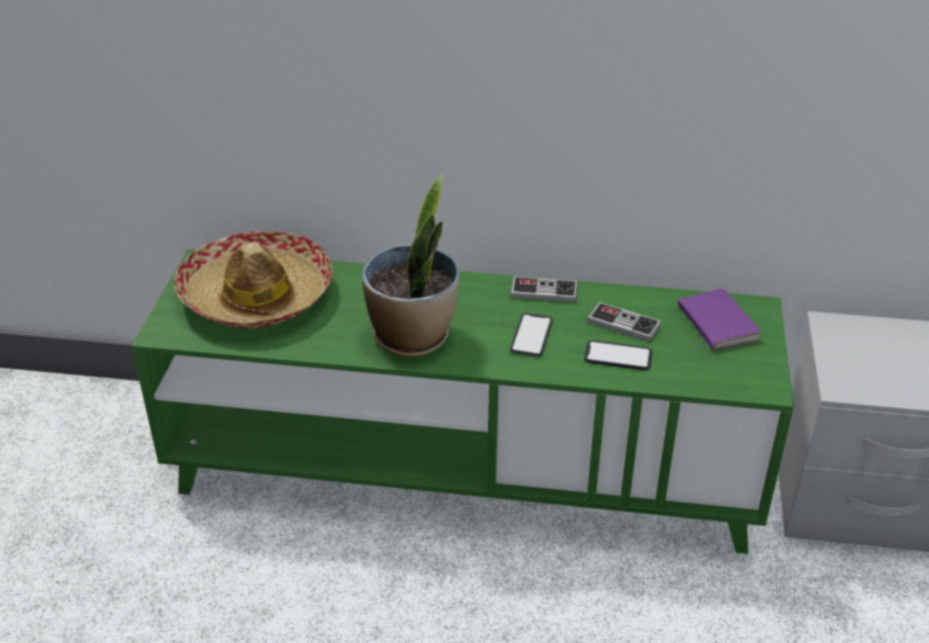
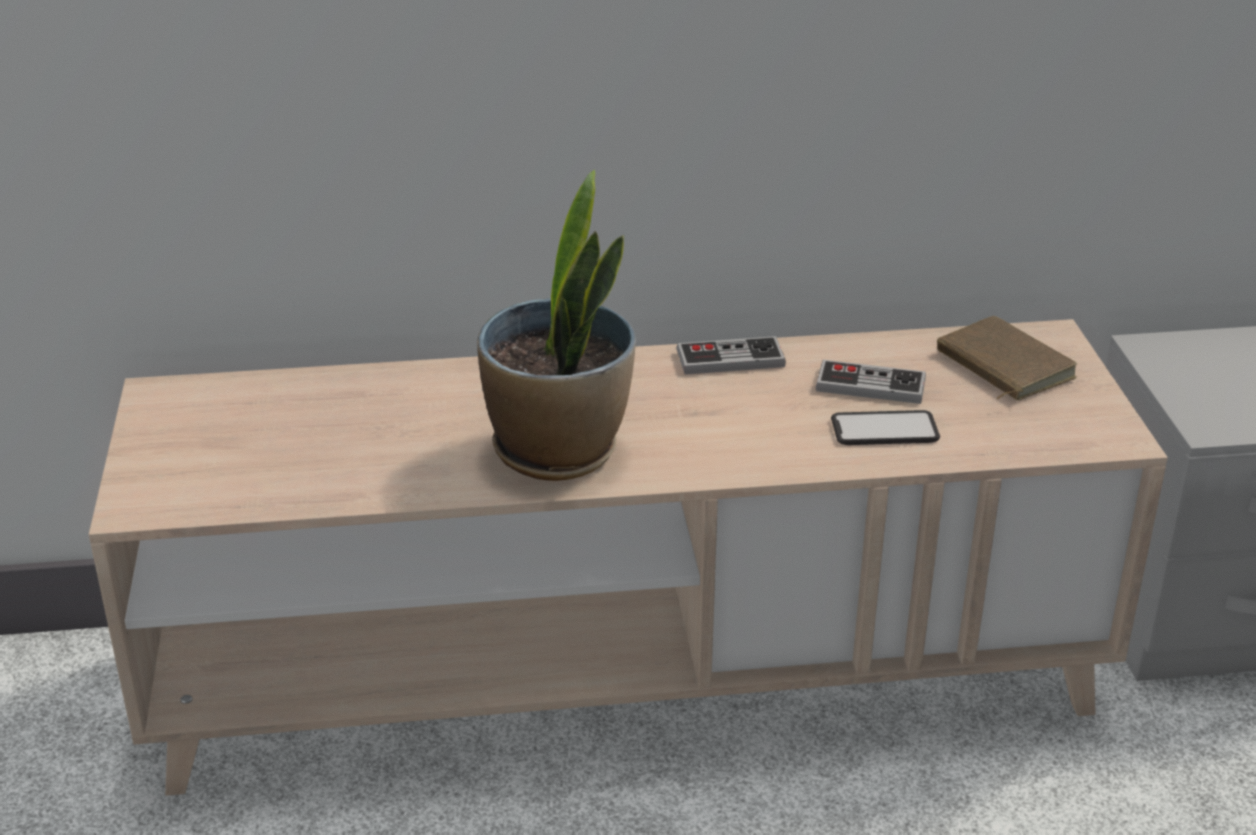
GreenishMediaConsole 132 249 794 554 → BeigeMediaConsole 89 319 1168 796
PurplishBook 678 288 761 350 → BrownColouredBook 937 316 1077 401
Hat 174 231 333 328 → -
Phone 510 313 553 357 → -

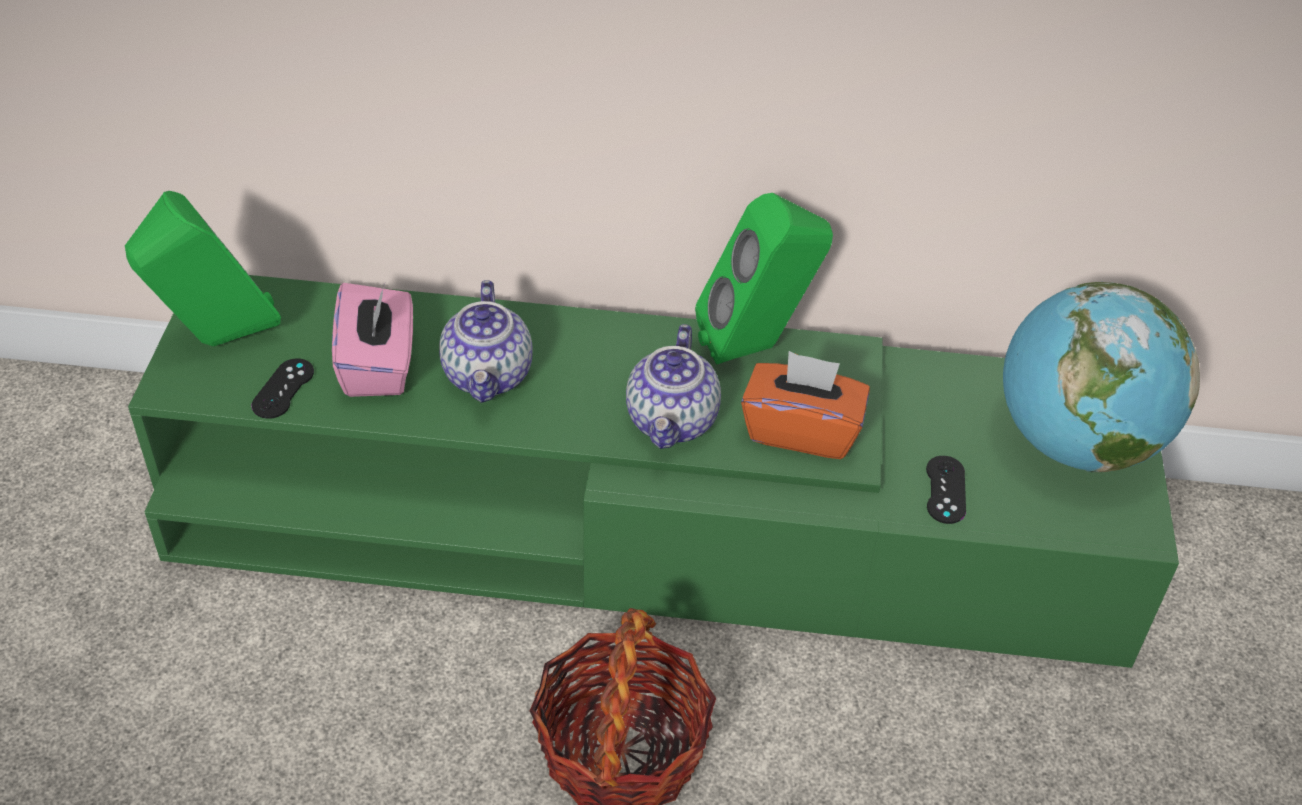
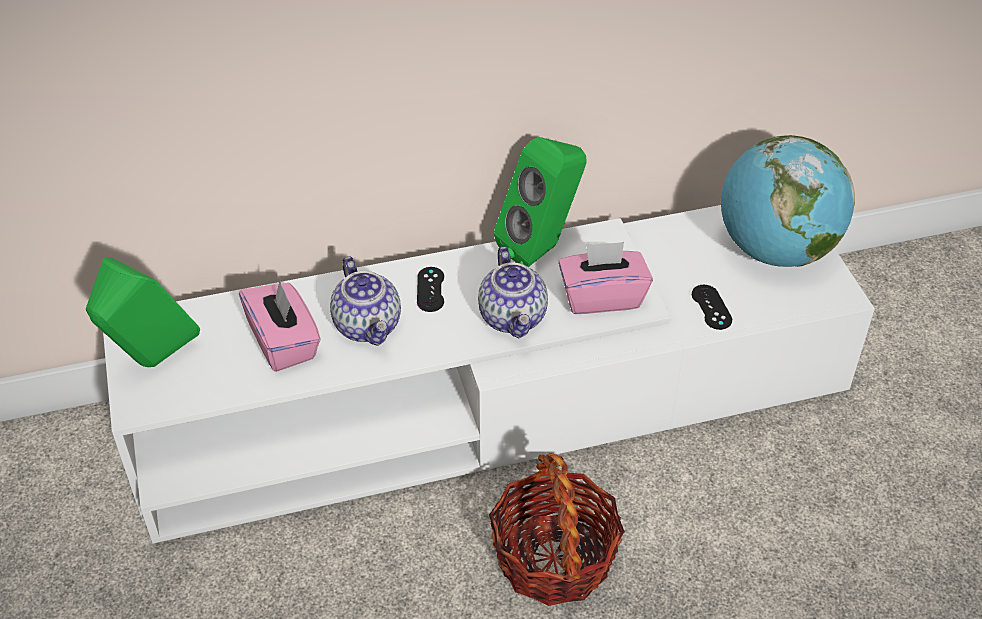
GreenishMediaConsole 128 275 1179 668 → WhiteMediaConsole 103 205 875 543
BlackishGamepad 251 359 314 419 → BlackishGamepad 417 267 444 312, relocated
OrangeTissueBox 741 351 870 459 → PinkTissueBox 558 242 653 314

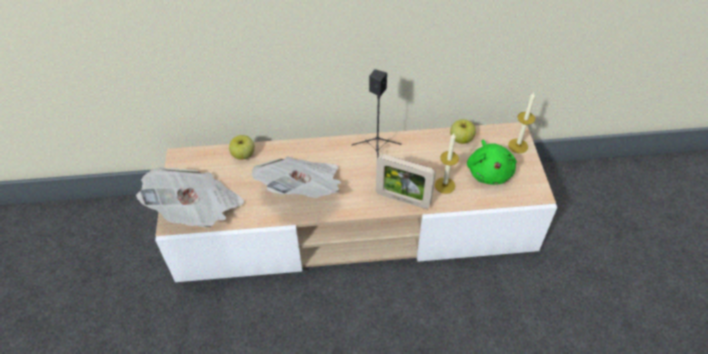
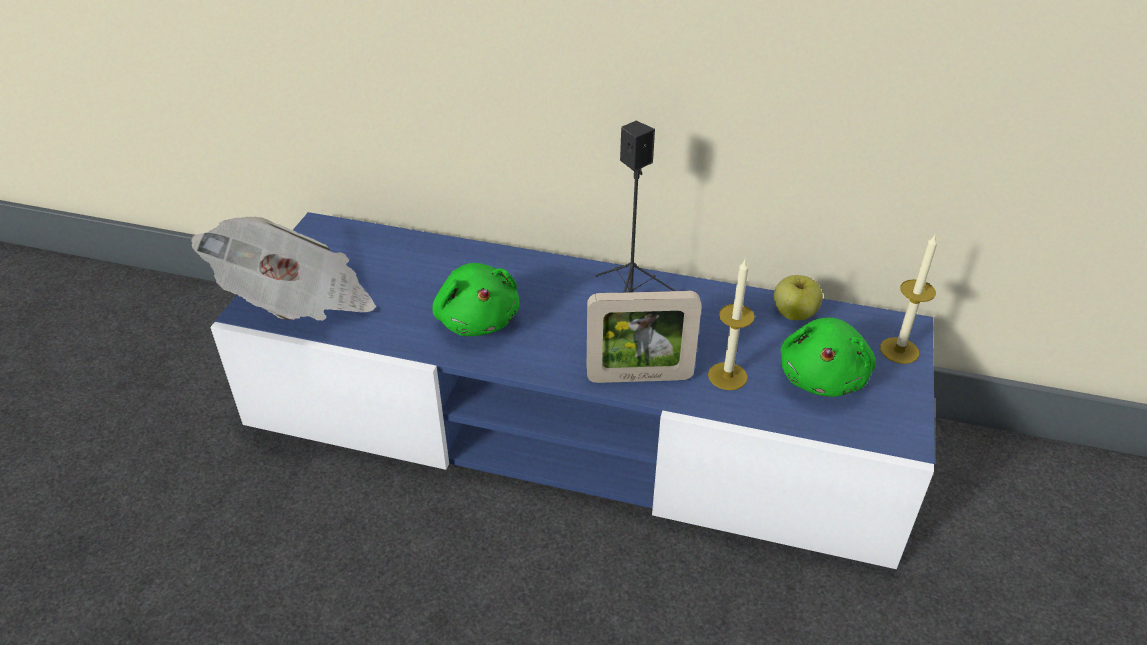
BeigeMediaConsole 155 122 557 282 → BluishMediaConsole 210 212 935 569
DailyPaper 252 156 341 198 → GreenishCuddlyToy 432 263 519 336
PhotoFrame 376 154 436 209 → PhotoFrame 587 291 702 383, 45 degrees counterclockwise
WholeApple 229 135 255 160 → -

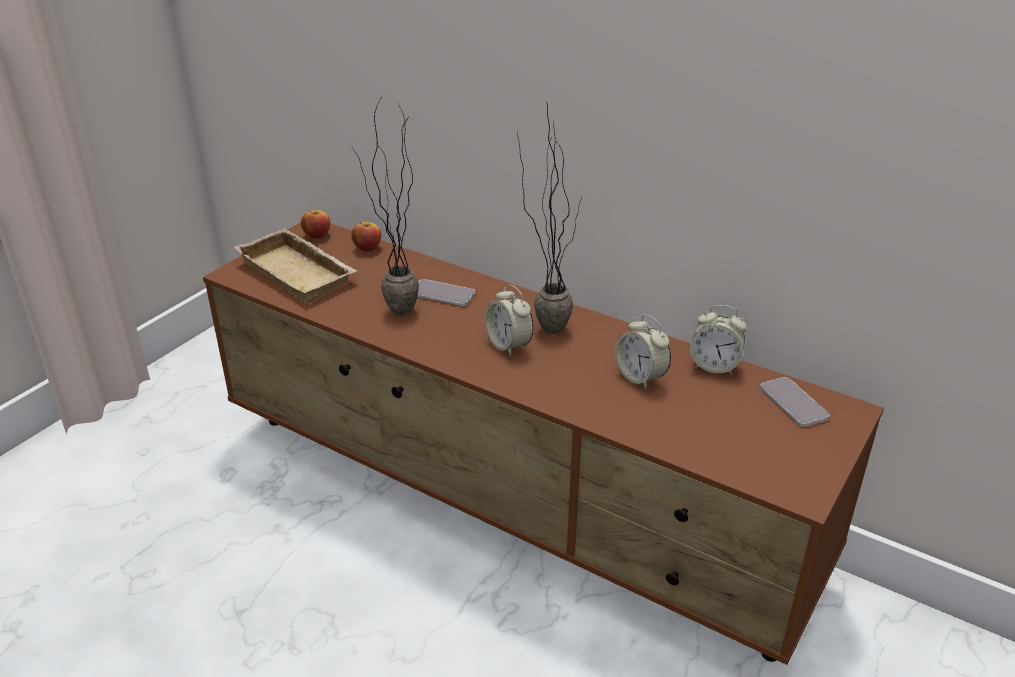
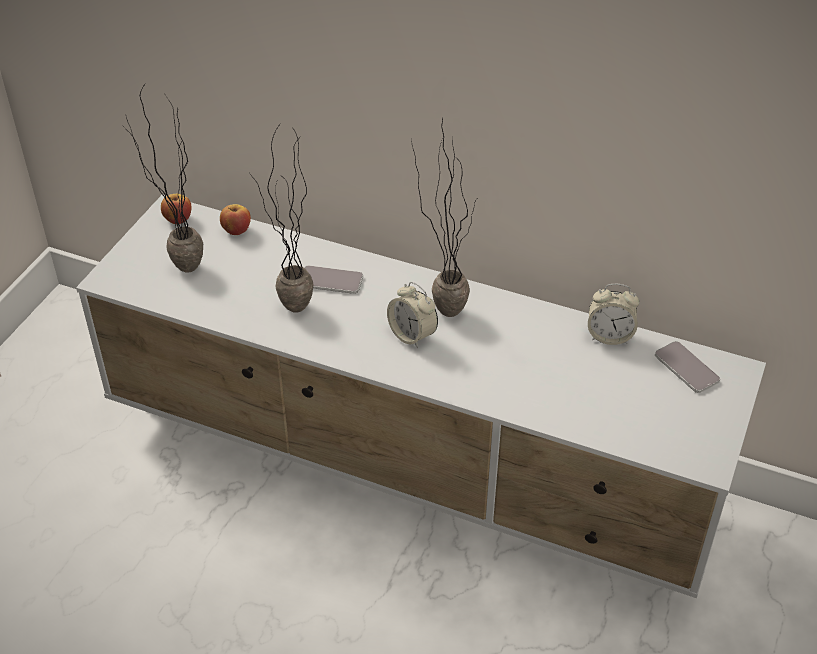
BrownColouredMediaConsole 203 222 884 665 → WhiteMediaConsole 76 195 766 598
BeigeTray 234 228 357 303 → PottedPlant 122 84 203 273
AlarmClock 615 314 671 389 → -

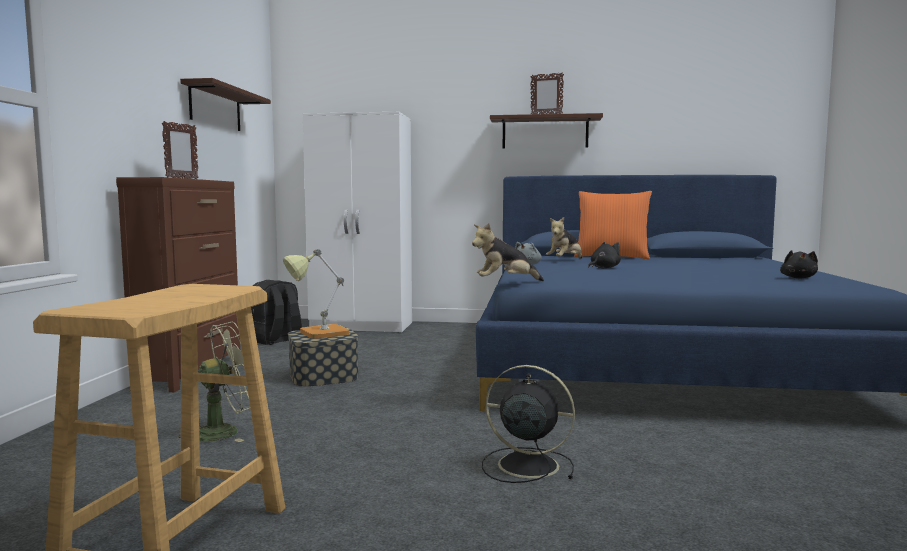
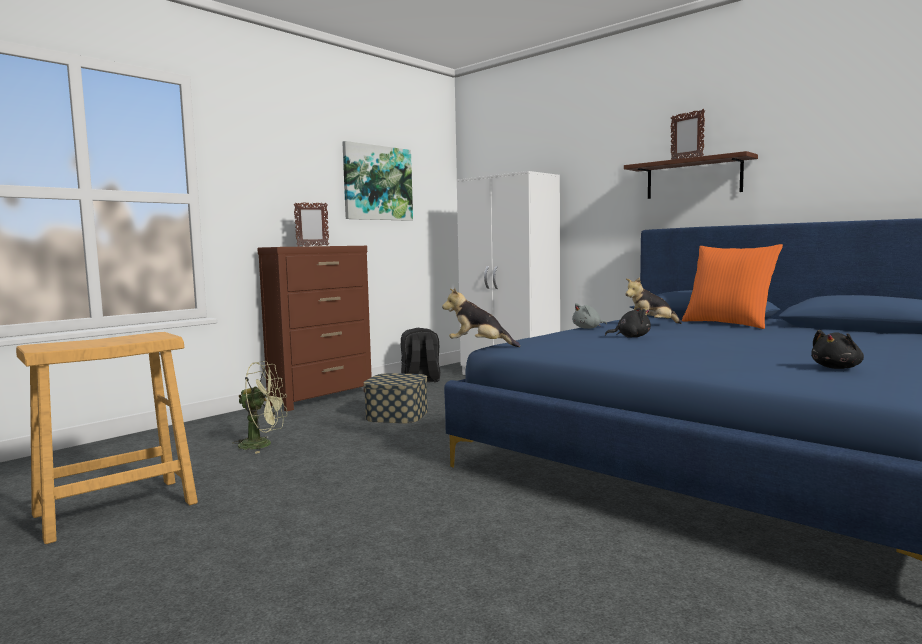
WallShelf 180 78 271 131 → WallArt 342 141 413 221
TableLamp 283 249 349 339 → -
BlackishCoolingFan 482 365 575 483 → -

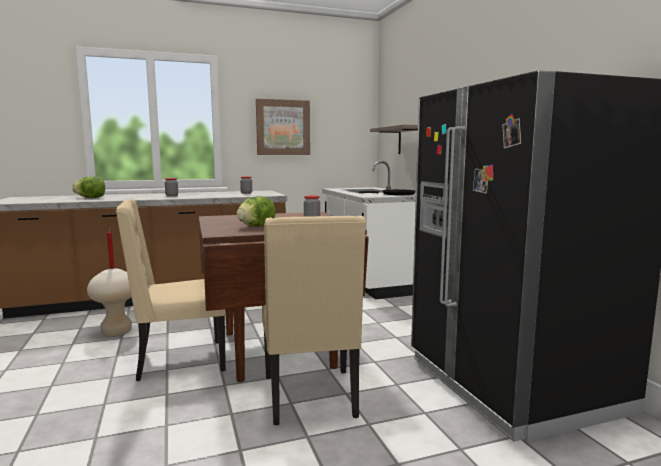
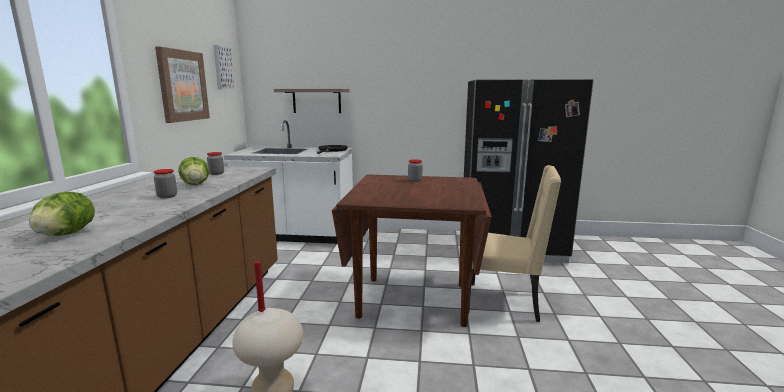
LettuceHead 237 196 276 227 → LettuceHead 178 157 209 185, relocated
- → WallArt 213 45 235 89
BeigeUprightChair 116 199 226 381 → -

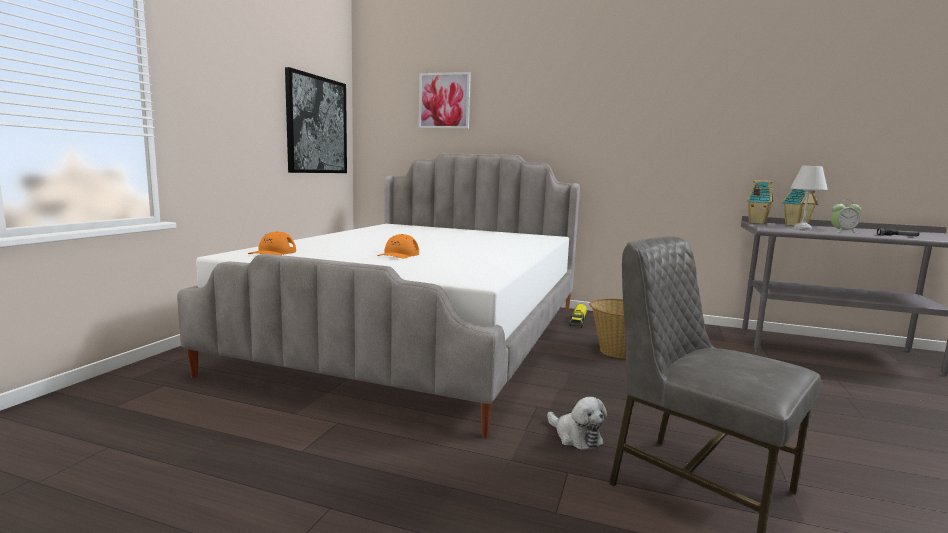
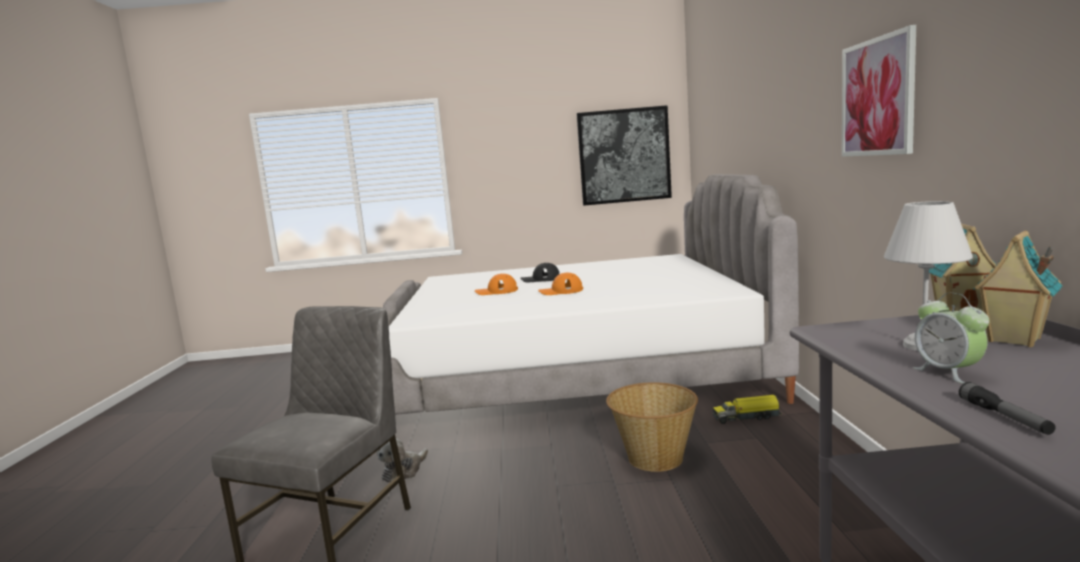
- → BlackishBaseballCap 520 263 559 282
OrangeBaseballCap 248 231 296 255 → OrangeBaseballCap 538 273 583 295, relocated
WallArt 419 72 471 129 → WallArt 842 25 916 157, relocated

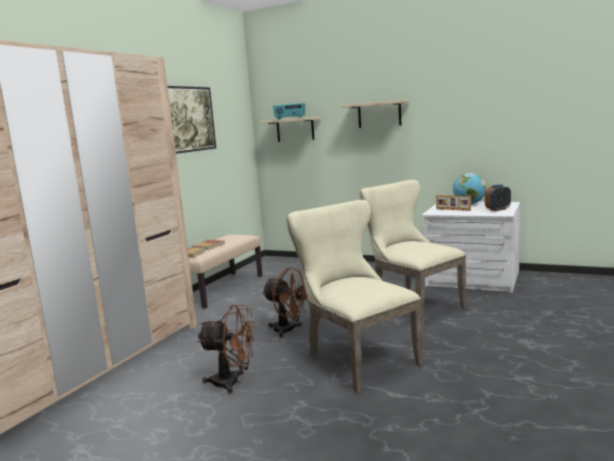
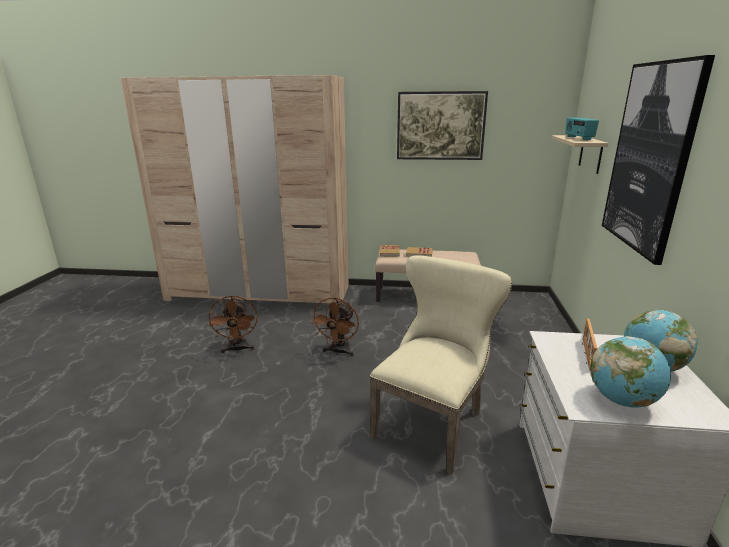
AlarmClock 485 184 511 211 → WorldGlobe 590 336 671 407
BeigeWallShelf 341 100 410 128 → WallArt 602 55 715 265
BeigeUprightChair 287 200 423 393 → -

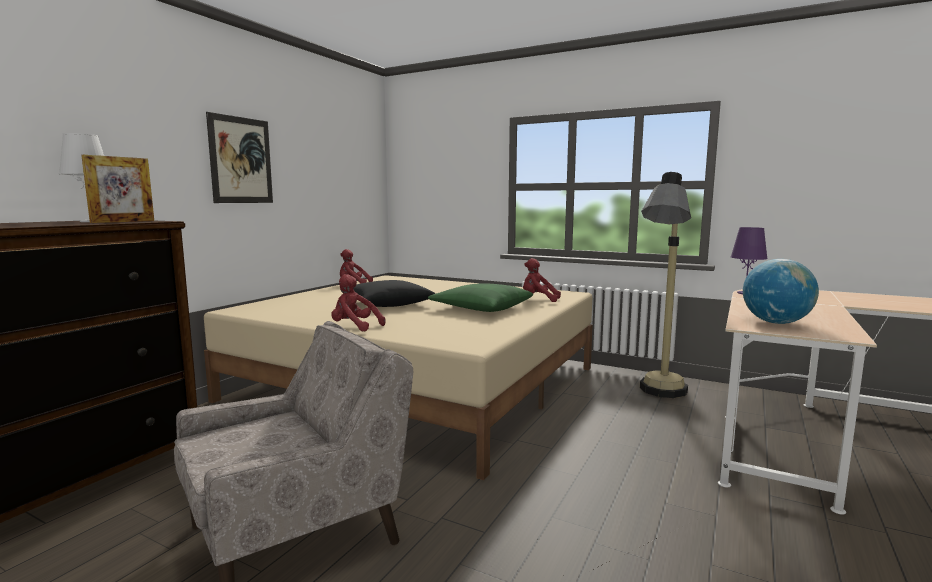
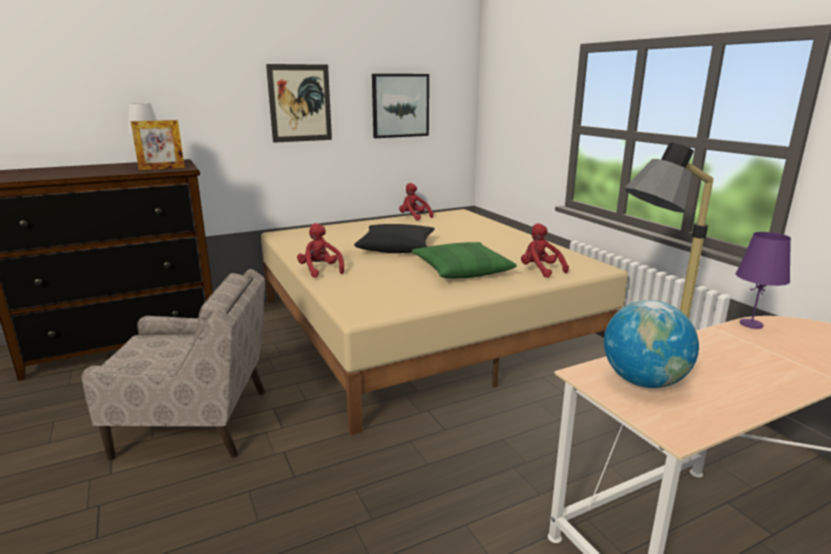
- → WallArt 372 74 429 138

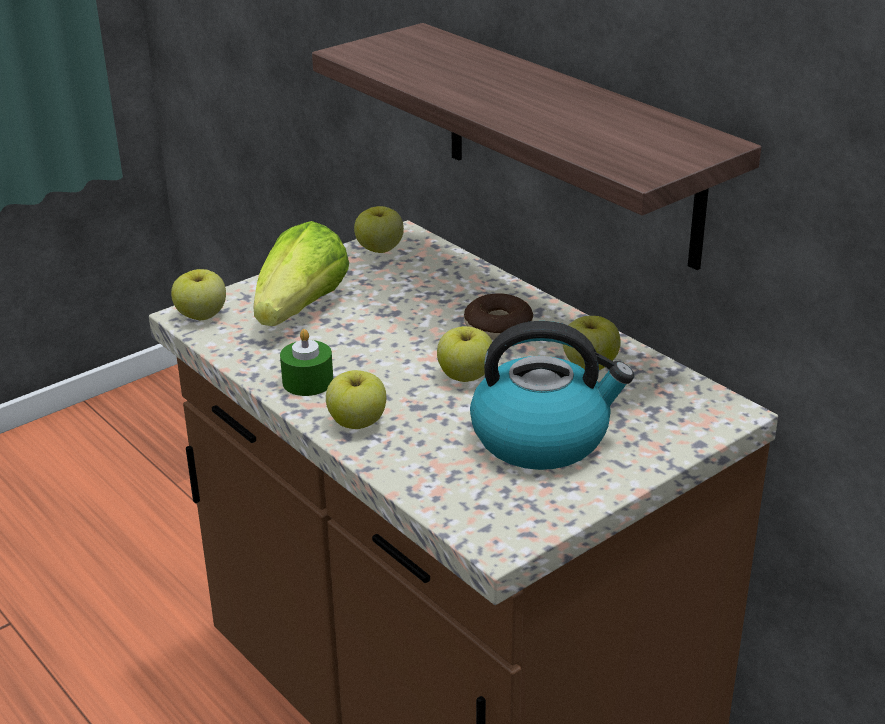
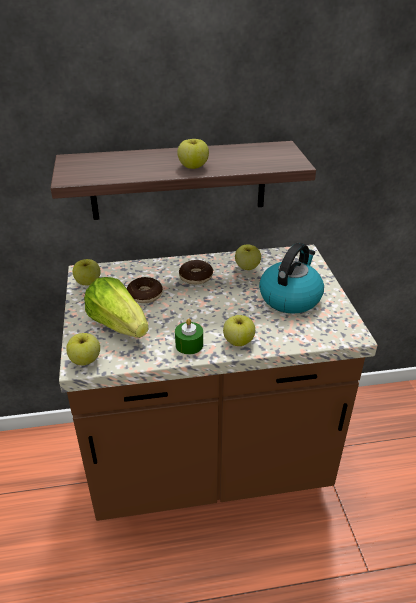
- → Doughnut 127 277 163 303
WholeApple 437 326 492 382 → WholeApple 177 139 209 169, relocated

